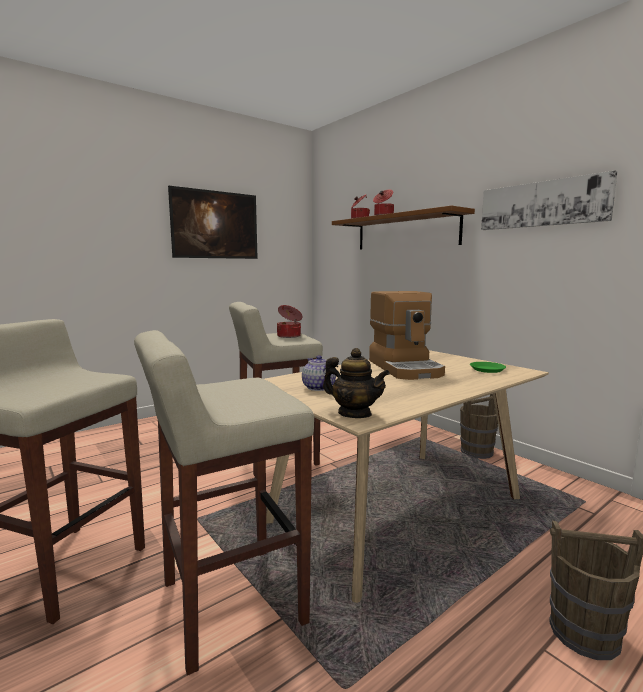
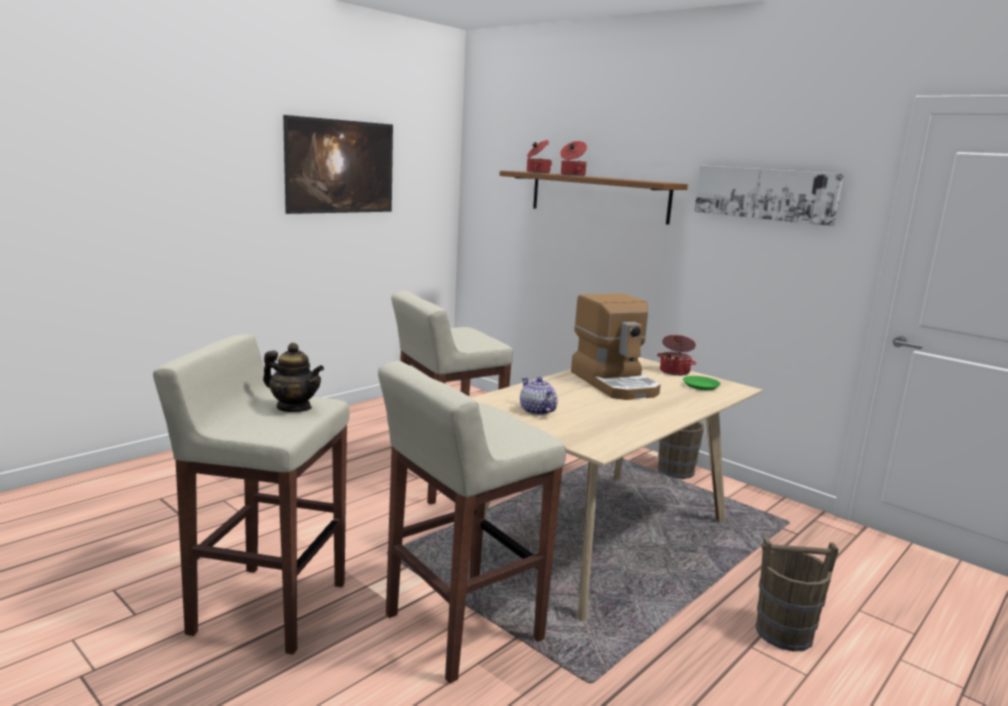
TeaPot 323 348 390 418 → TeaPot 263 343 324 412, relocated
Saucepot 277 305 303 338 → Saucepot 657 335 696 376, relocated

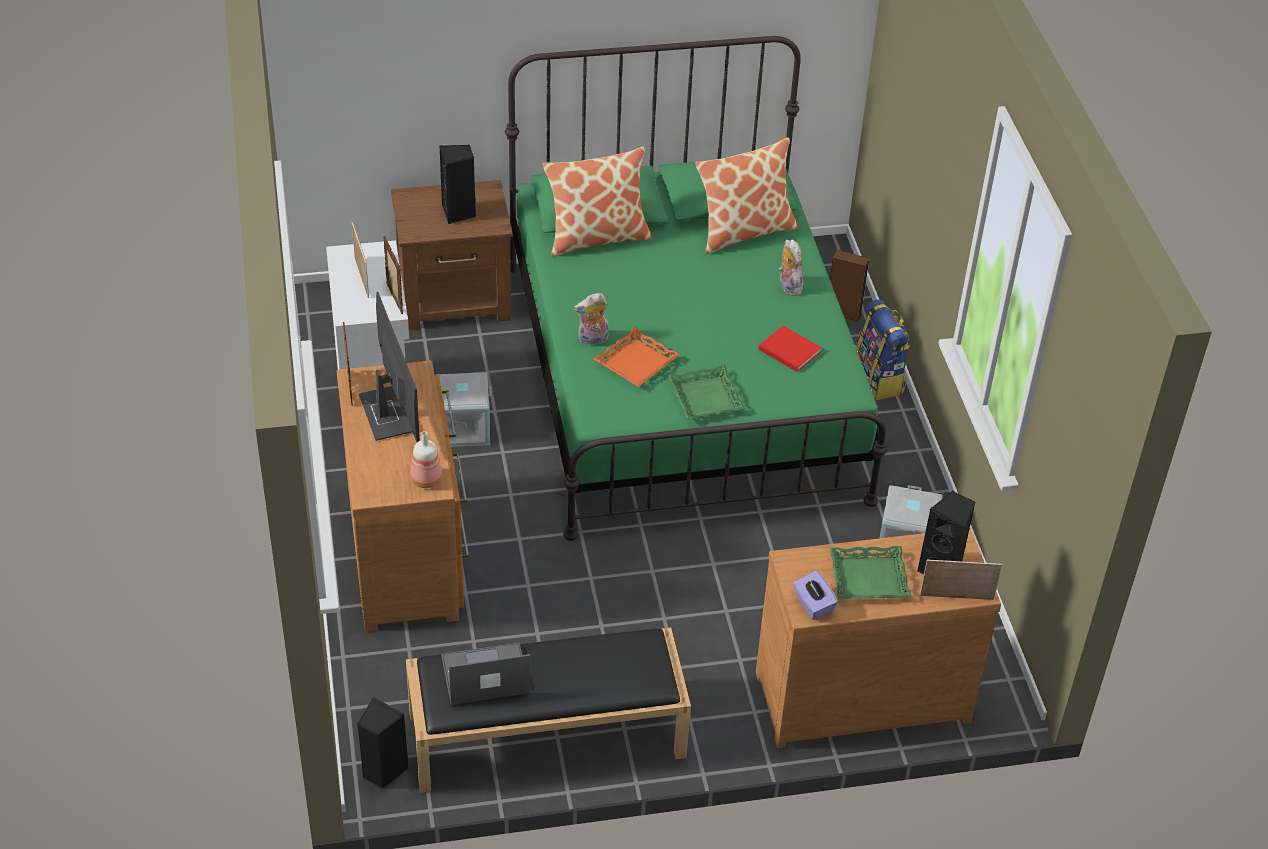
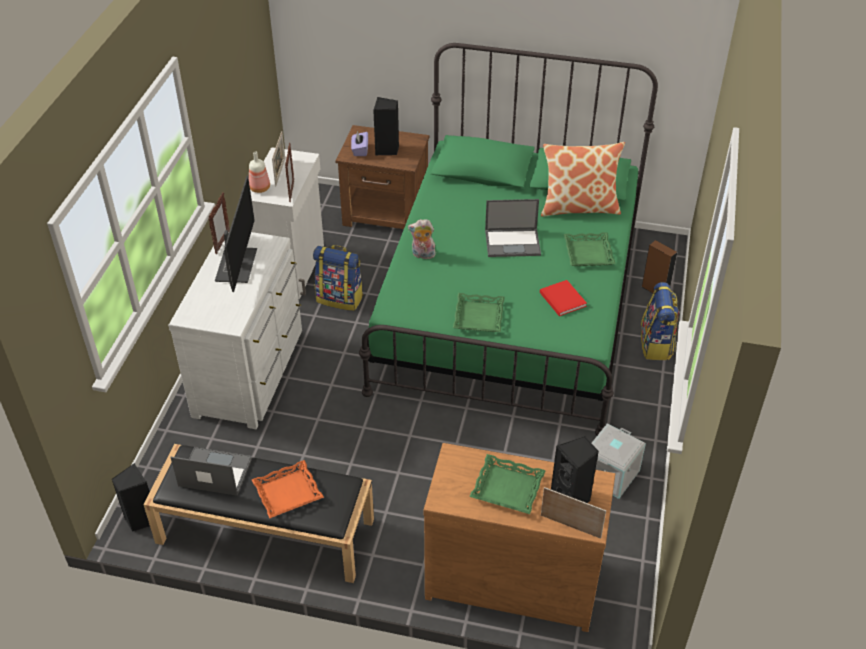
BrownColouredDrawerChest 337 361 469 631 → WhiteDrawerChest 168 230 302 429
DrinkBottle 410 431 442 488 → DrinkBottle 249 151 270 193, relocated
OrangeTray 594 327 680 387 → OrangeTray 252 460 324 518, relocated
GreyishStorageBin 436 372 492 447 → Knapsack 313 245 363 311
PurplishTissueBox 793 571 838 620 → PurplishTissueBox 351 131 368 156, relocated
- → PortableComputer 485 199 541 257
CuddlyToy 779 239 803 296 → GreenishTray 564 232 616 266
ThrowPillow 543 146 652 257 → -

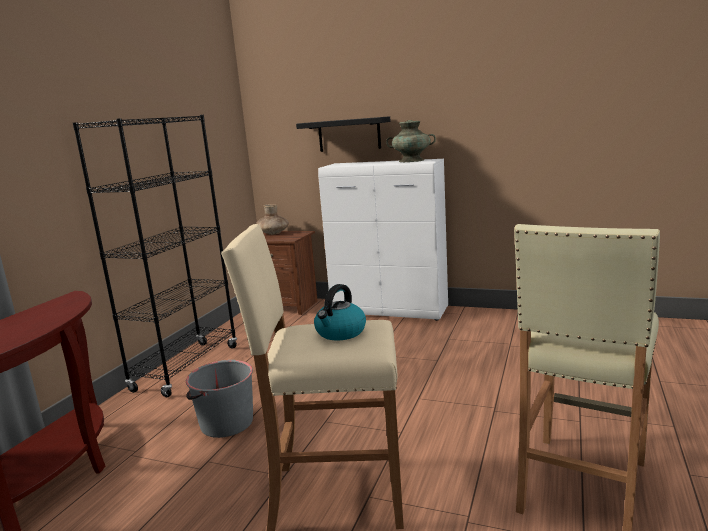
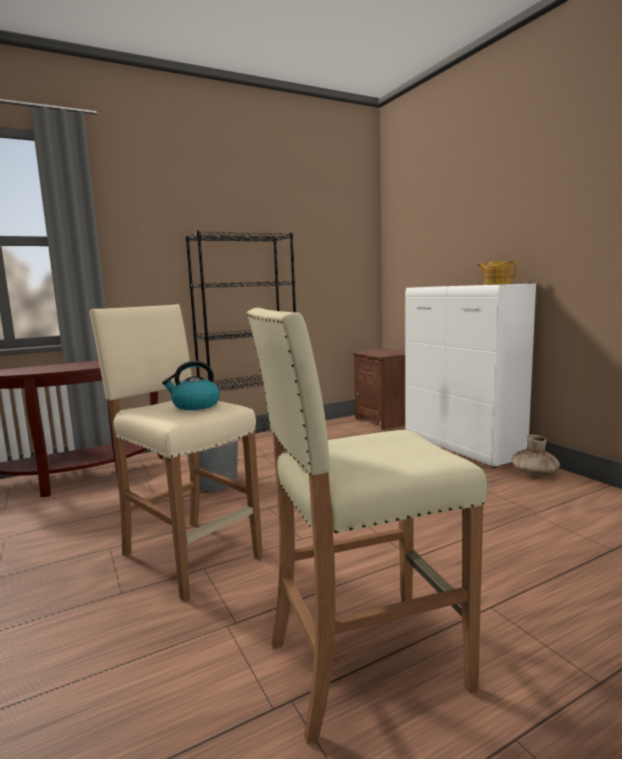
TurquoiseColouredFlowerVase 386 120 436 162 → TeaPot 477 261 517 285
BrownColouredFlowerVase 256 204 289 235 → BrownColouredFlowerVase 512 434 560 477, relocated
BlackishWallShelf 296 116 391 152 → -

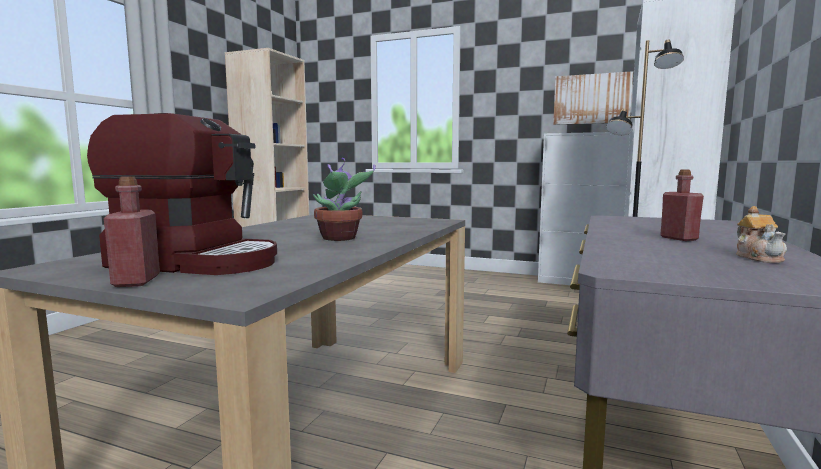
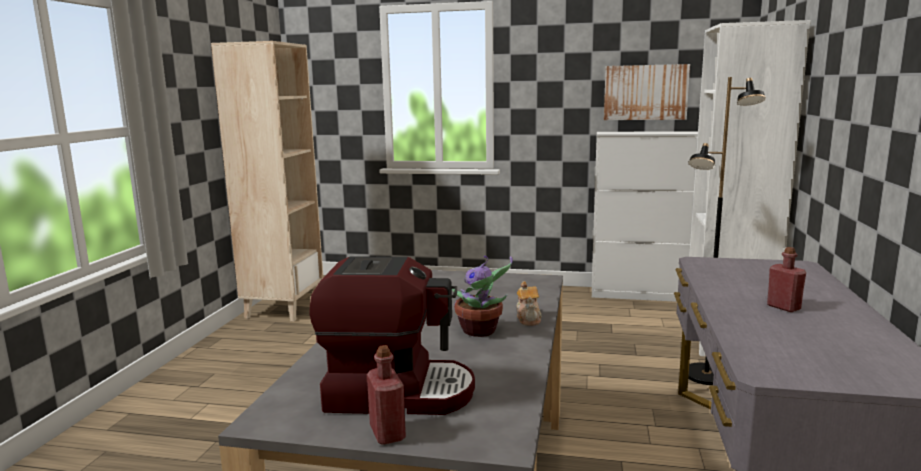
TeaPot 736 206 787 263 → TeaPot 516 281 542 326, relocated

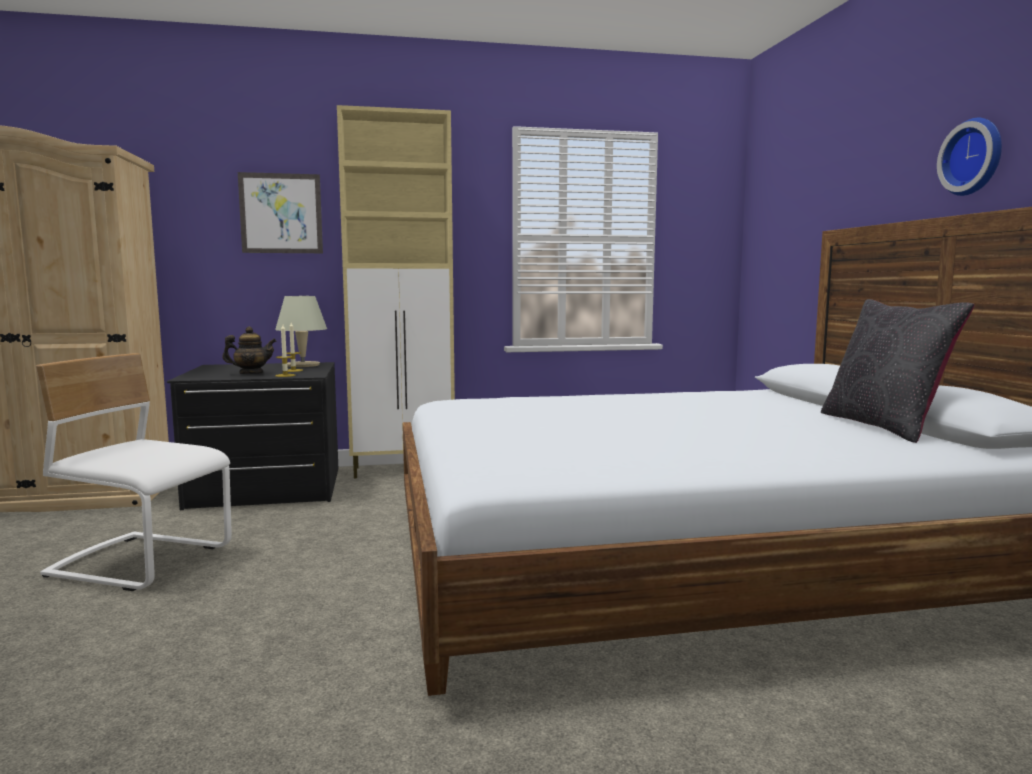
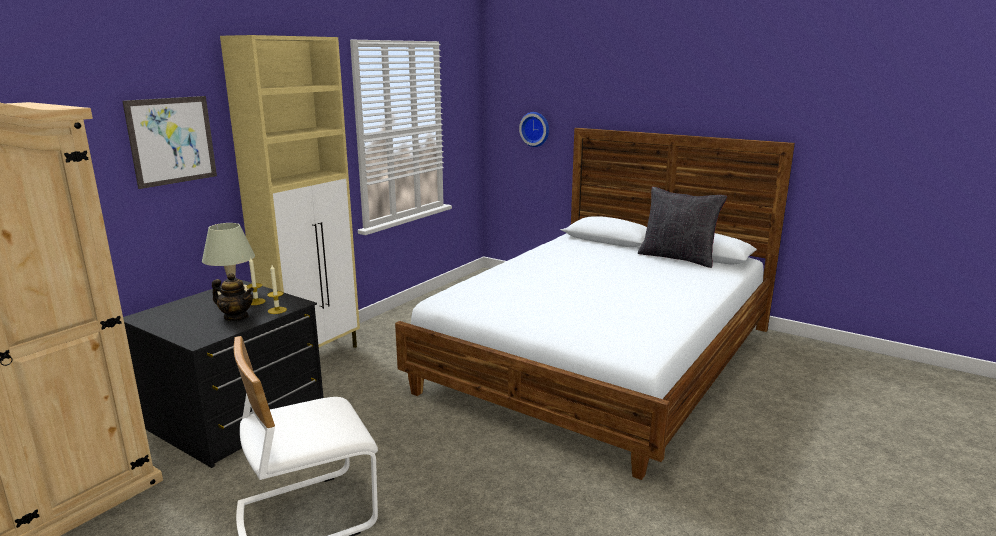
TeaPot 222 327 277 374 → TeaPot 212 273 254 321, 75 degrees clockwise
WallClock 937 118 1002 196 → WallClock 519 112 549 147, relocated

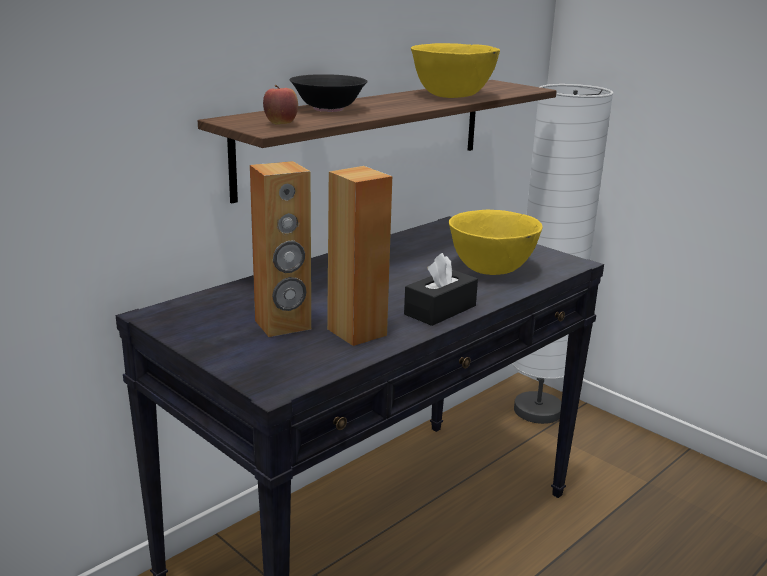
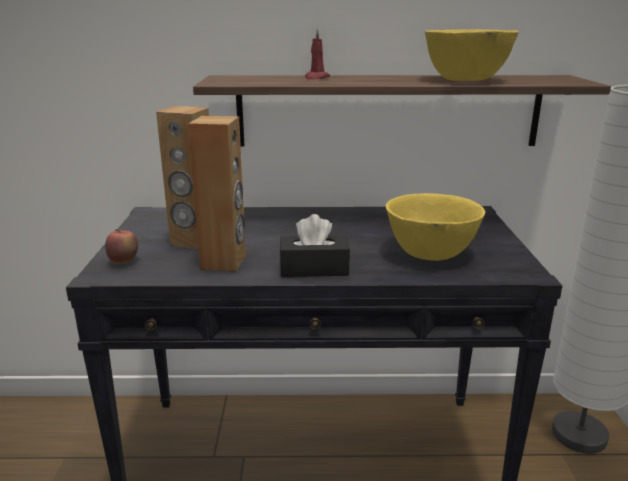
WholeApple 263 85 298 124 → WholeApple 105 229 138 264, relocated
BlackishBowl 289 74 368 112 → RedWaxLight 305 28 330 80

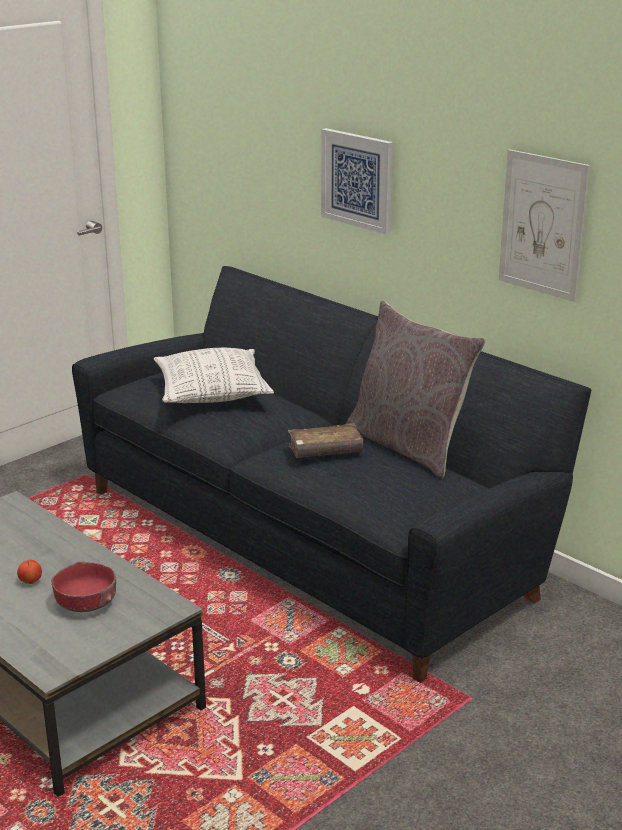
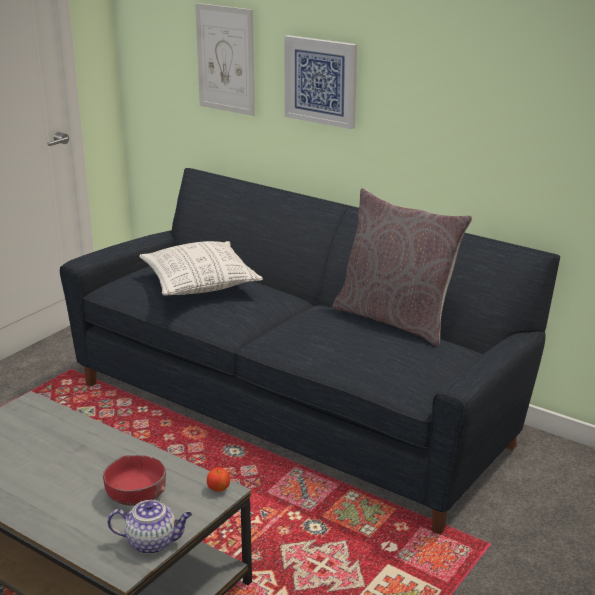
- → TeaPot 107 500 192 554
WallArt 499 149 590 302 → WallArt 195 3 255 116, relocated
WholeApple 17 560 42 584 → WholeApple 207 467 230 492, relocated
BrownColouredBook 288 423 363 458 → -

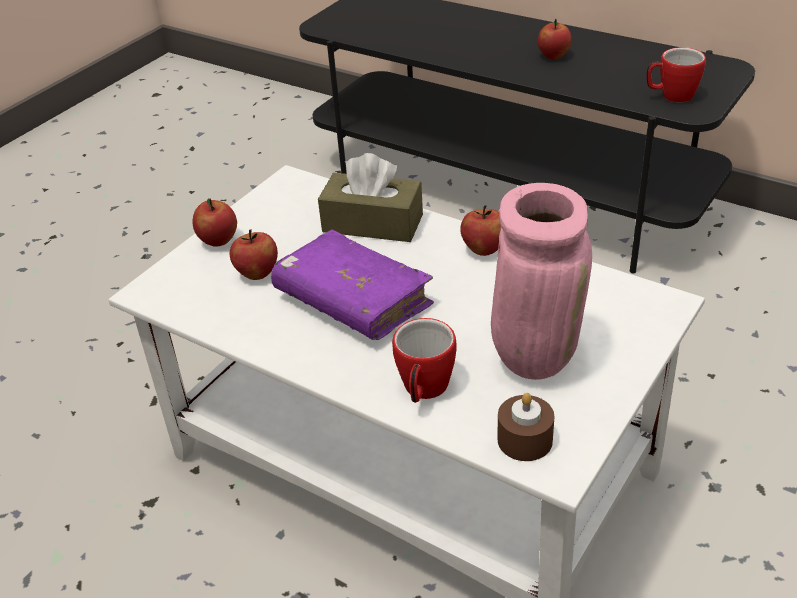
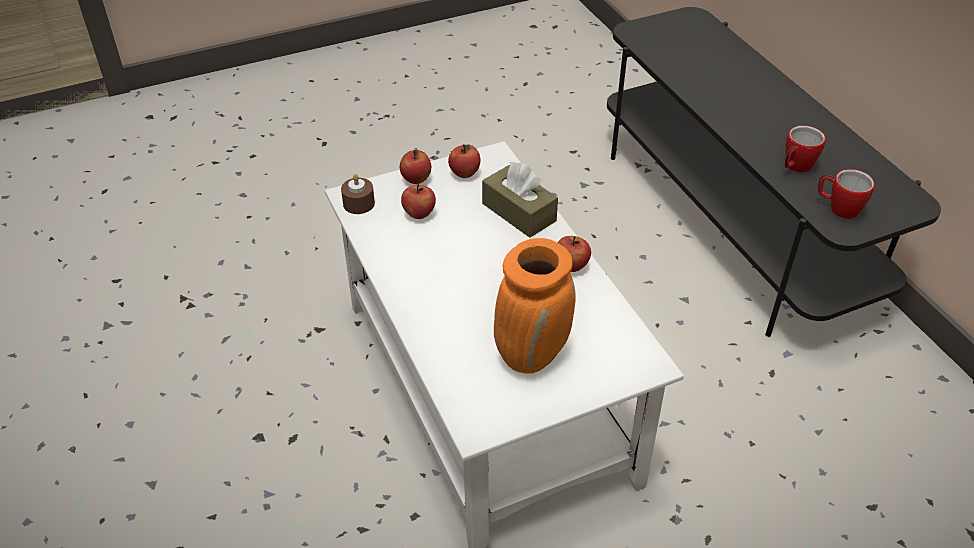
BrownColouredWaxLight 497 393 555 461 → BrownColouredWaxLight 341 174 375 214, relocated
WholeApple 538 19 572 59 → WholeApple 448 144 480 178, relocated
PinkFlowerVase 491 183 592 380 → OrangeFlowerVase 494 238 576 374
TeaMug 392 318 457 403 → TeaMug 785 125 826 173, relocated
PurplishBook 271 230 434 340 → -

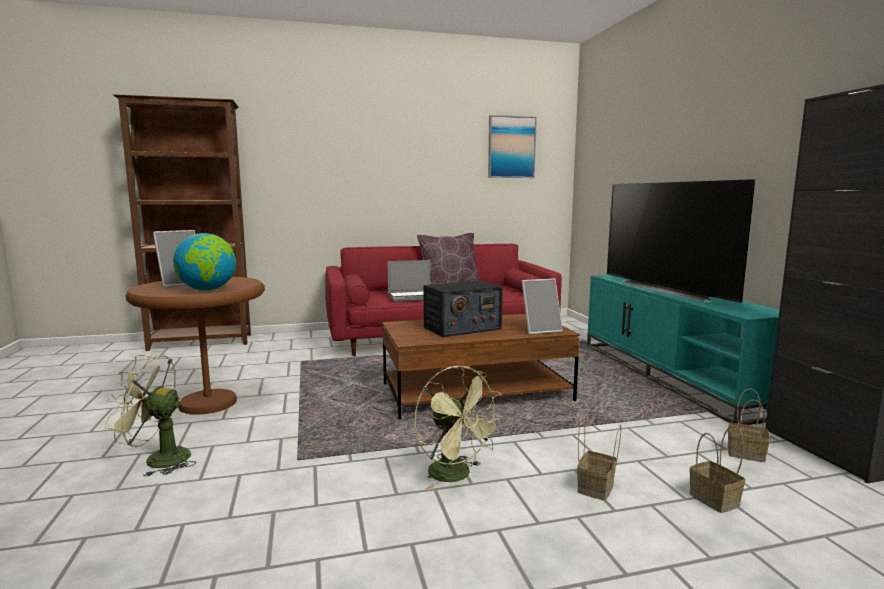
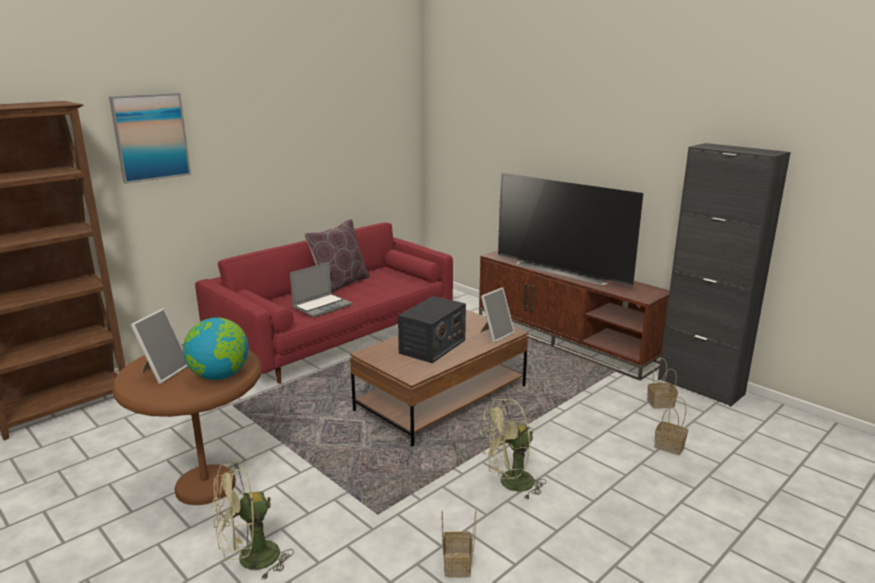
WallArt 488 115 537 178 → WallArt 109 93 191 184, relocated
StorageBasket 577 417 621 500 → StorageBasket 442 511 477 578, relocated
TurquoiseColouredMediaConsole 587 275 779 425 → BrownColouredMediaConsole 479 250 670 381
GreenishCoolingFan 415 366 504 490 → GreenishCoolingFan 480 399 546 500, 135 degrees clockwise

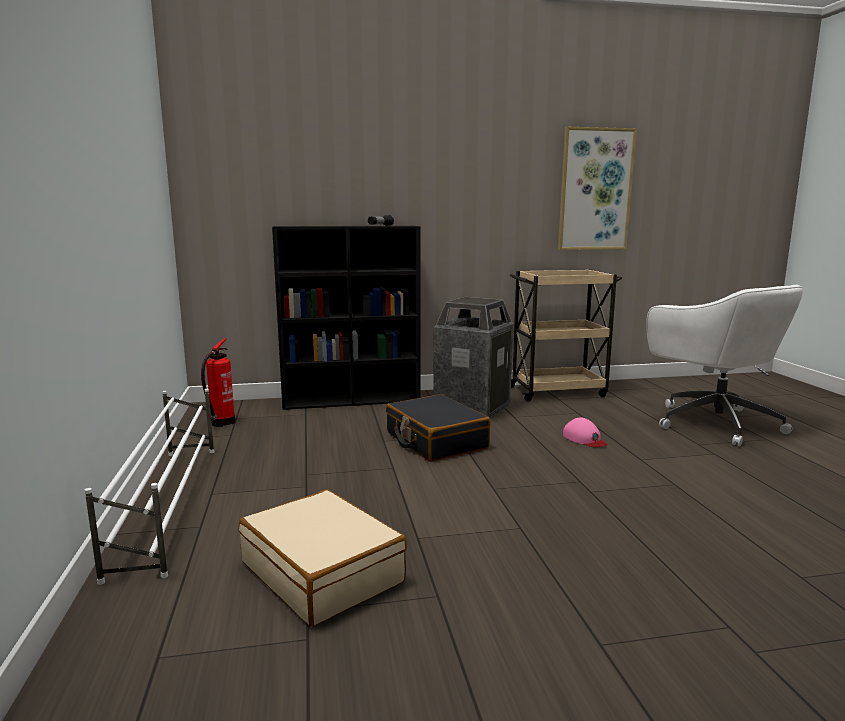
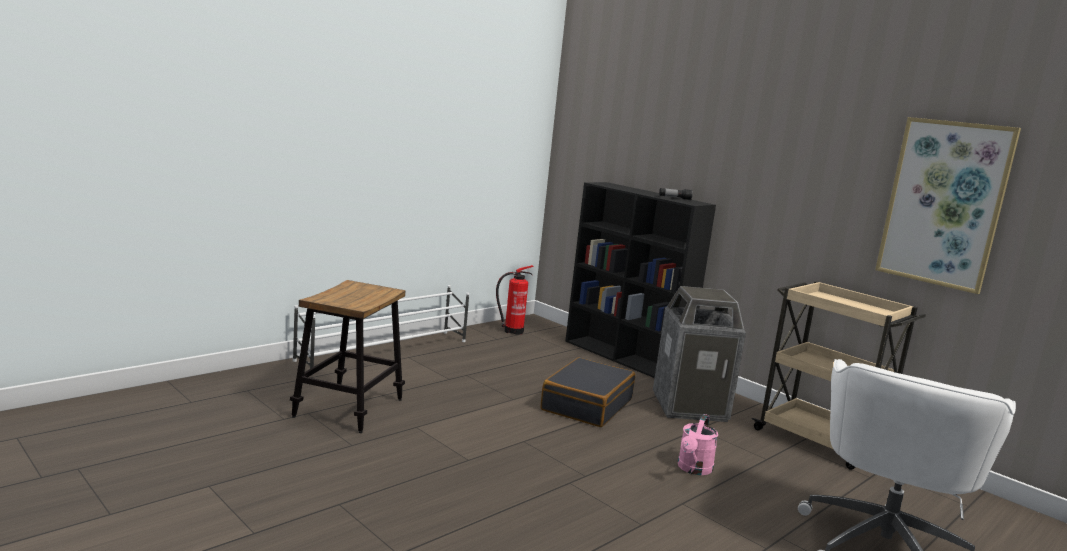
BeigePieceOfLuggage 239 490 407 626 → StoolSeat 290 280 405 433
PinkBaseballCap 563 418 607 447 → PinkSprinklingCan 678 414 718 475

